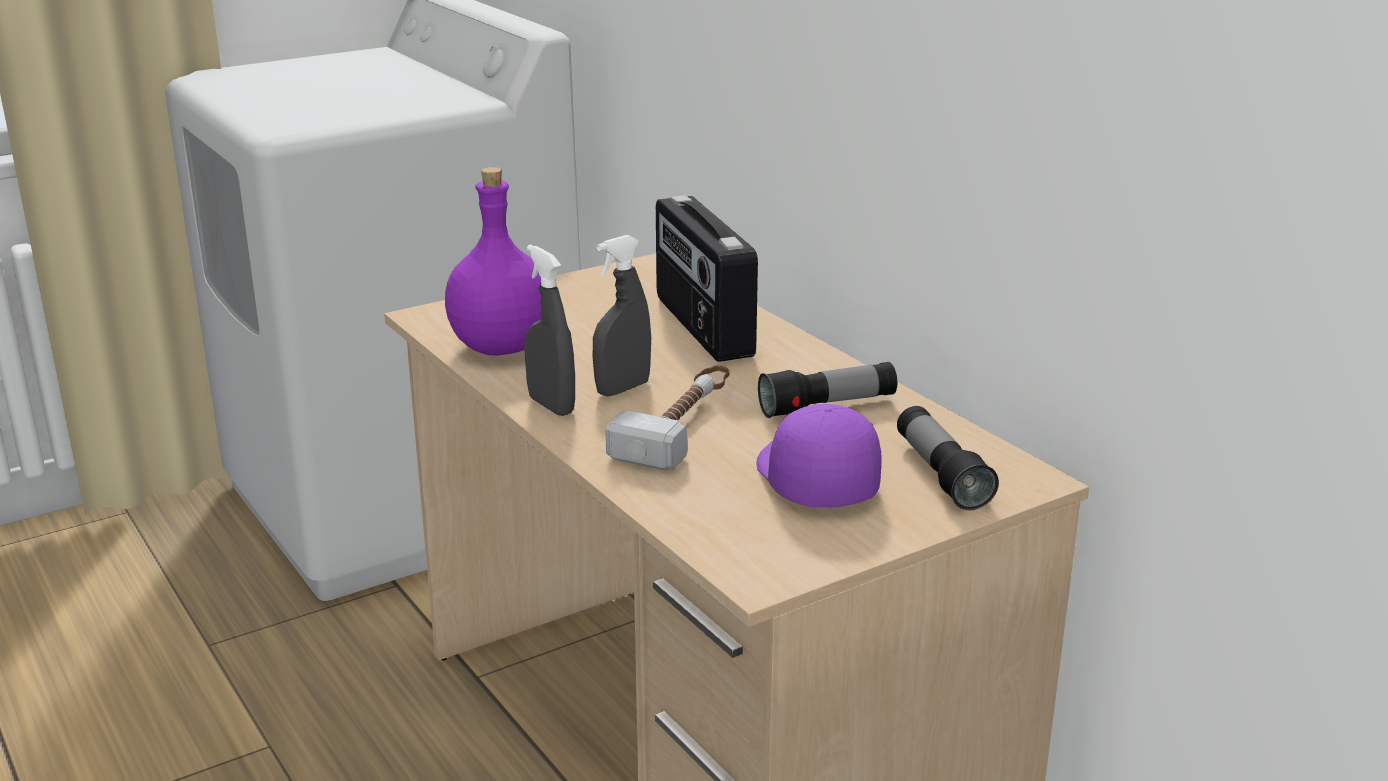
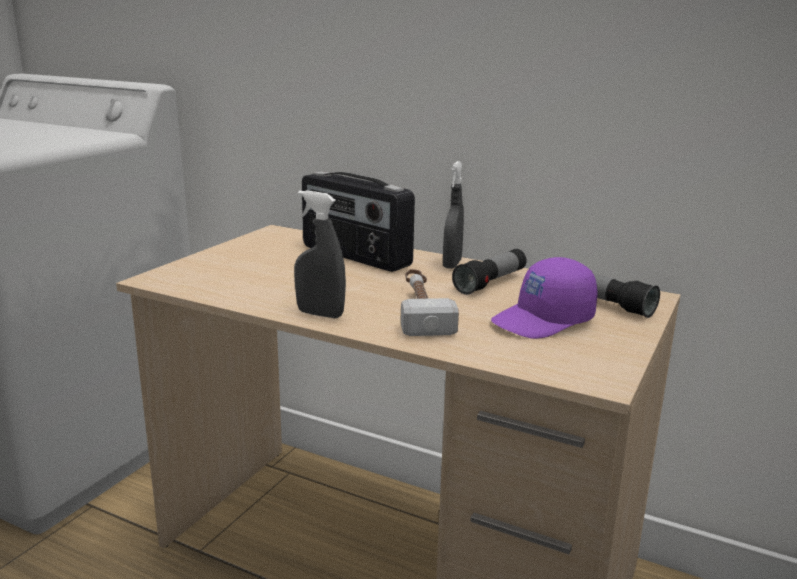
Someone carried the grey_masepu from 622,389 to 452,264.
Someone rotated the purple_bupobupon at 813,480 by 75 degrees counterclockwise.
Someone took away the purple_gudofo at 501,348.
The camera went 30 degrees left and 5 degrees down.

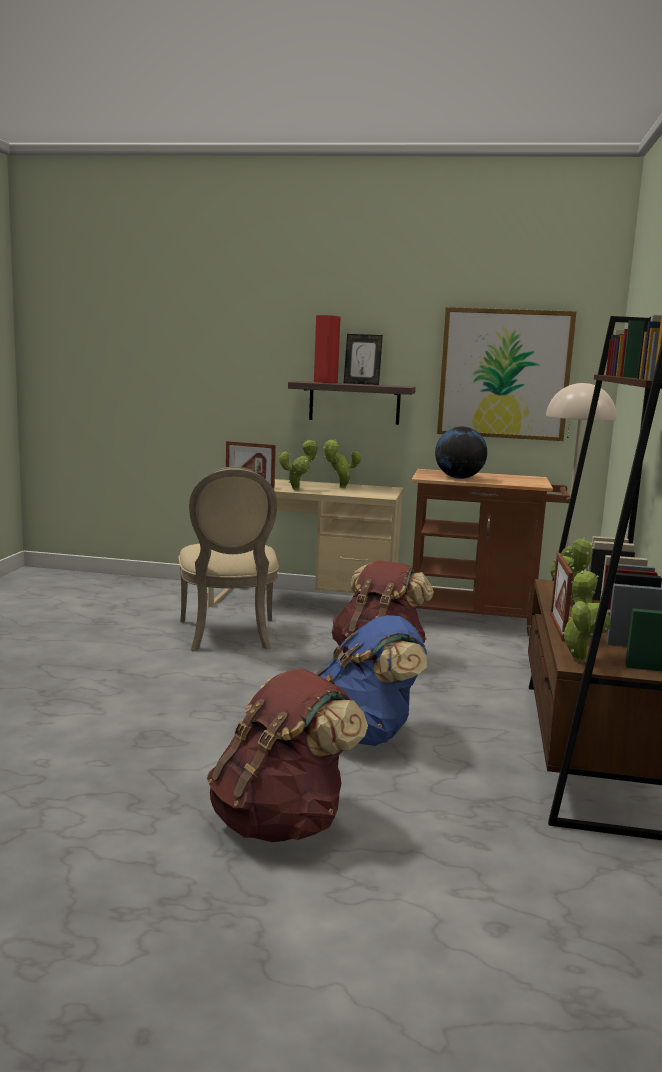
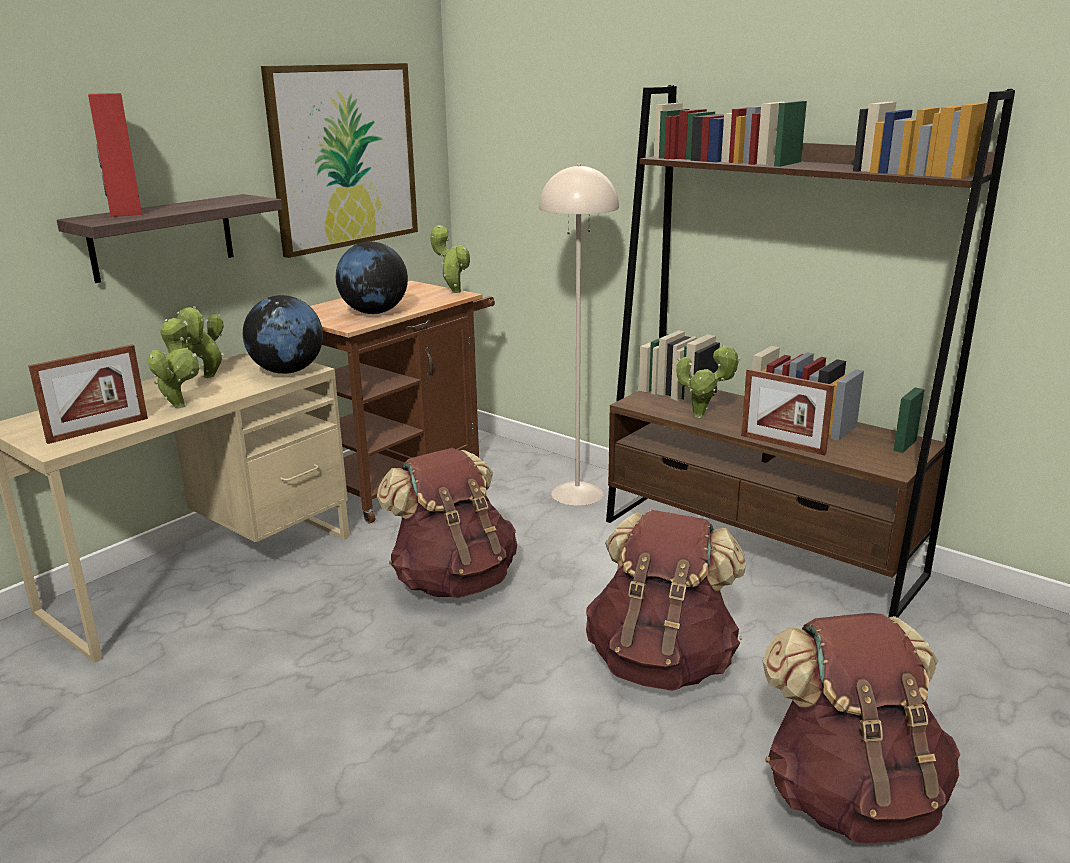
Someone put down the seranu at 287,371.
Someone carried the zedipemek from 579,659 to 454,291.
Someone repainted the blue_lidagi at 365,735, which became the brown_lidagi at 661,663.
Someone took away the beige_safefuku at 228,636.
Someone took away the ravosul at 361,383.
The camera went 60 degrees left and 10 degrees up.

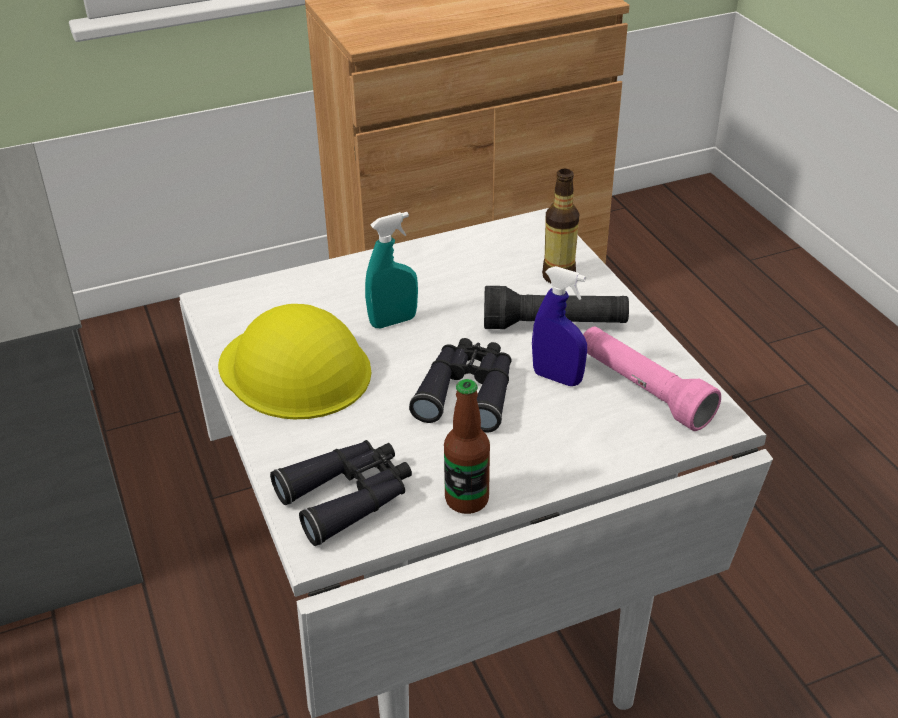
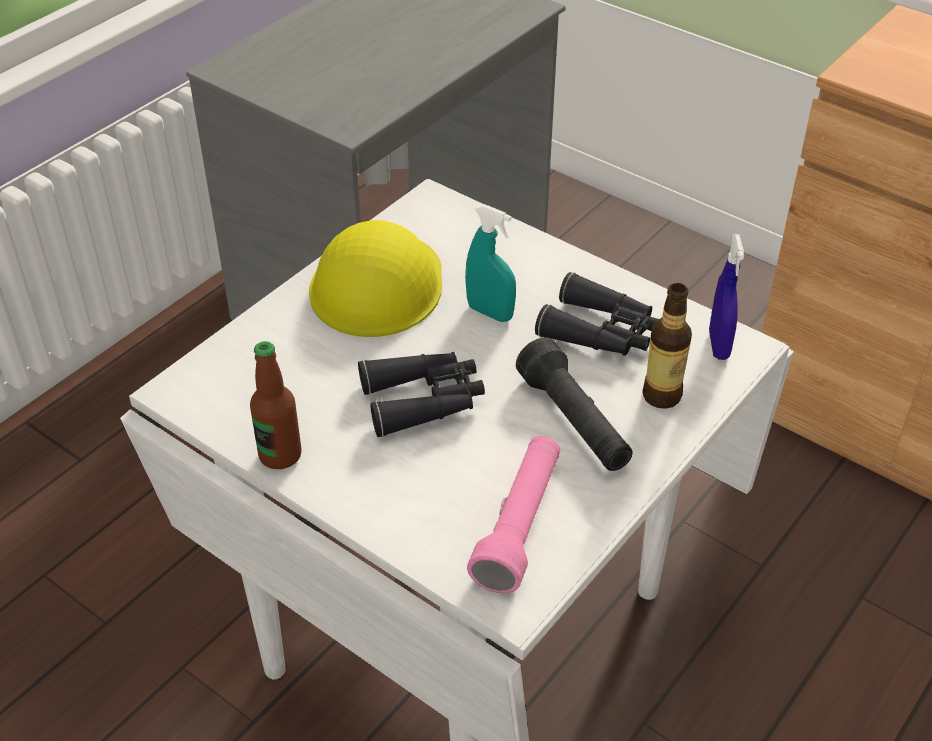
Someone carried the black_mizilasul from 348,497 to 601,332.
Someone carried the blue_masepu from 557,378 to 718,345.
The camera went 60 degrees right and 5 degrees up.

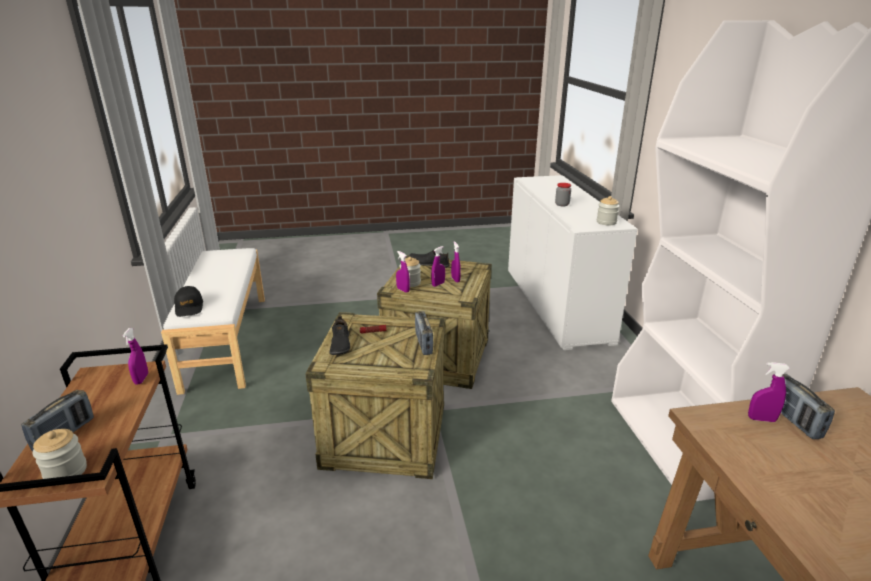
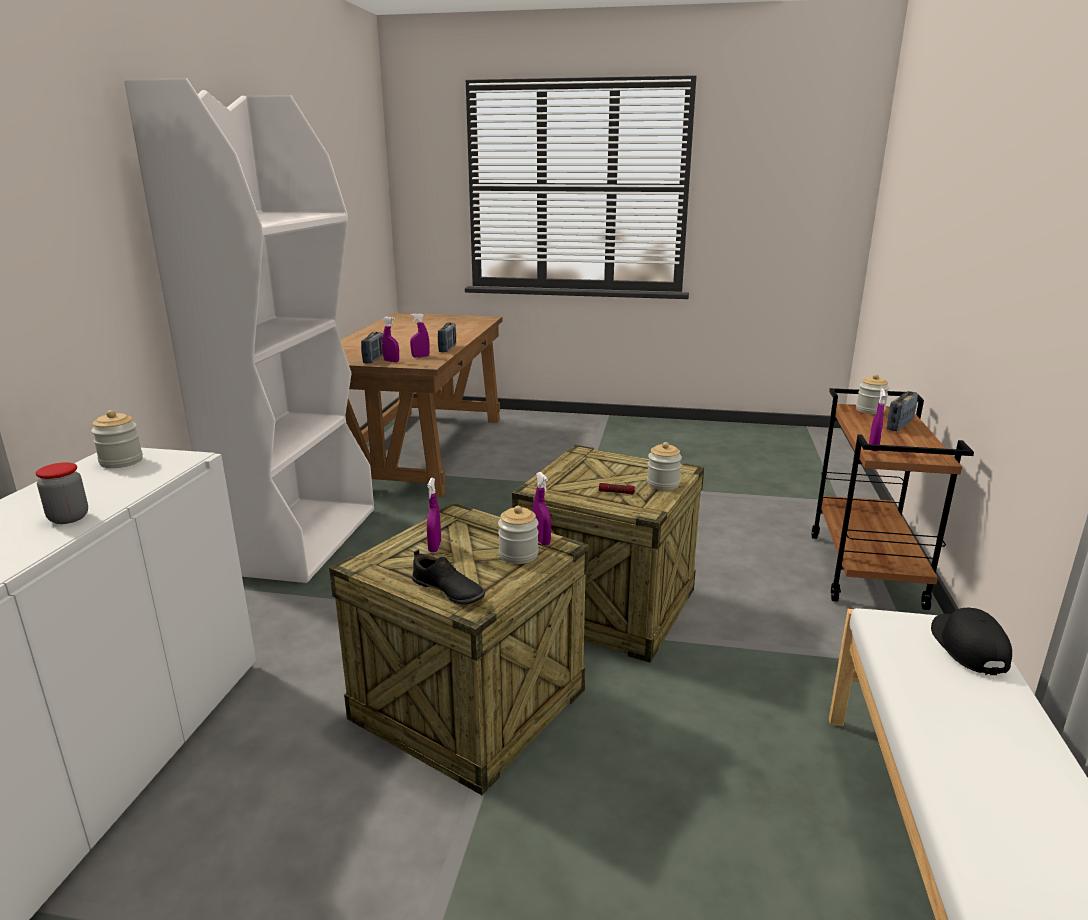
Someone carried the purple_masepu from 438,284 to 420,356.
Someone carried the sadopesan from 423,344 to 447,348.
Someone swapped the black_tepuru at 339,344 for the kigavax at 663,484.
The camera went 160 degrees left and 5 degrees down.

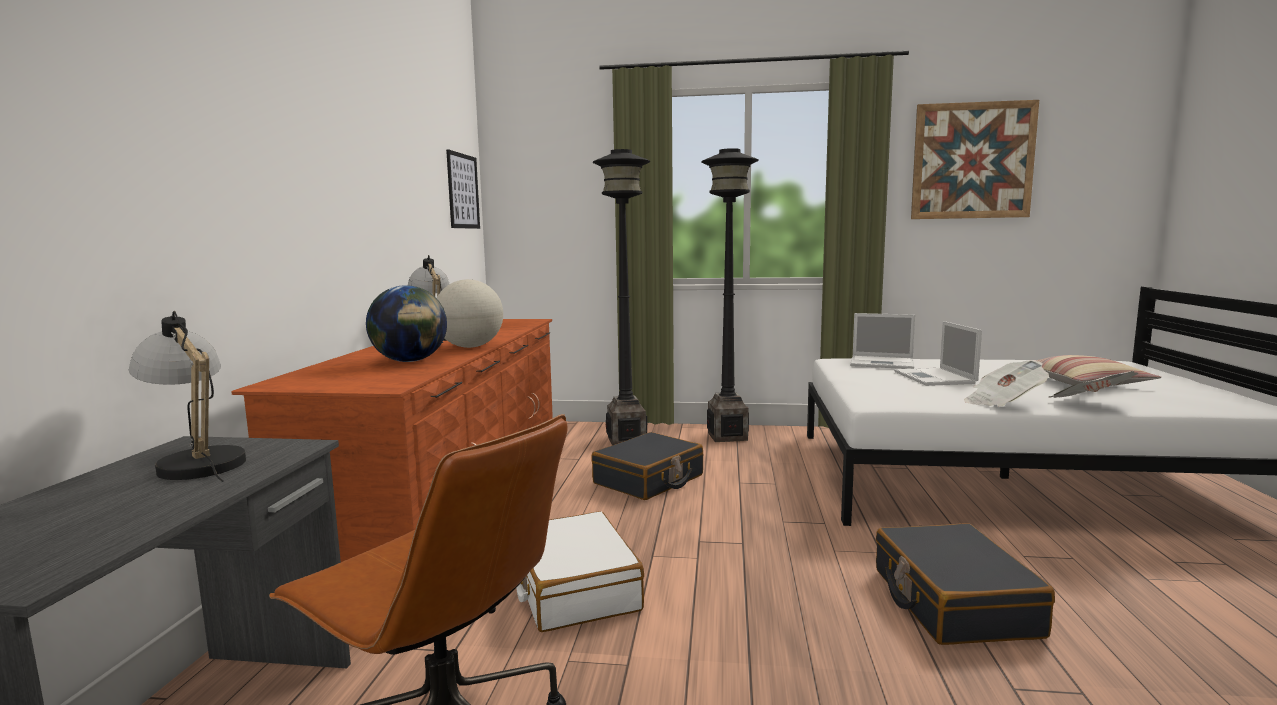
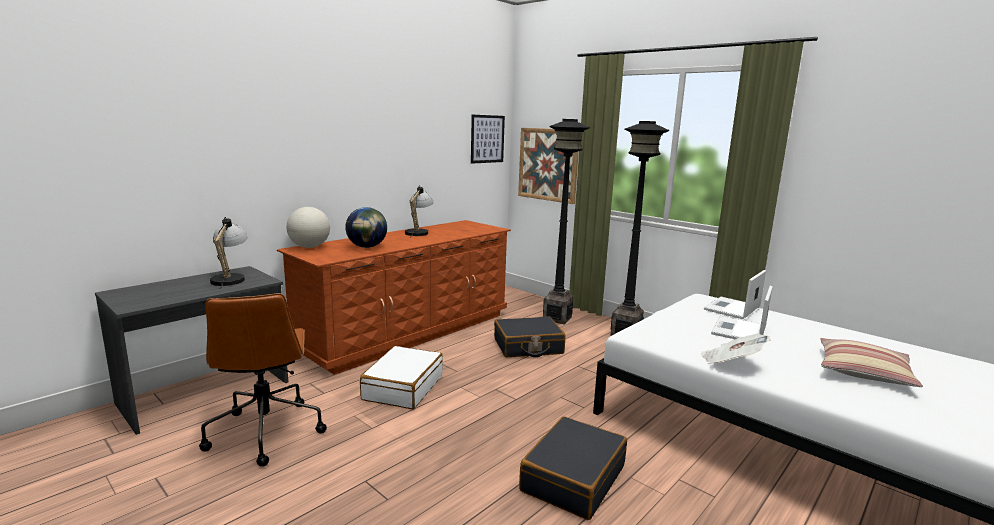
Someone carried the seranu from 470,347 to 309,247.
Someone carried the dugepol from 972,161 to 548,164.
Someone rotated the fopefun at 883,363 by 75 degrees clockwise.
Someone took away the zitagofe at 1089,404.
The camera went 35 degrees right and 5 degrees up.

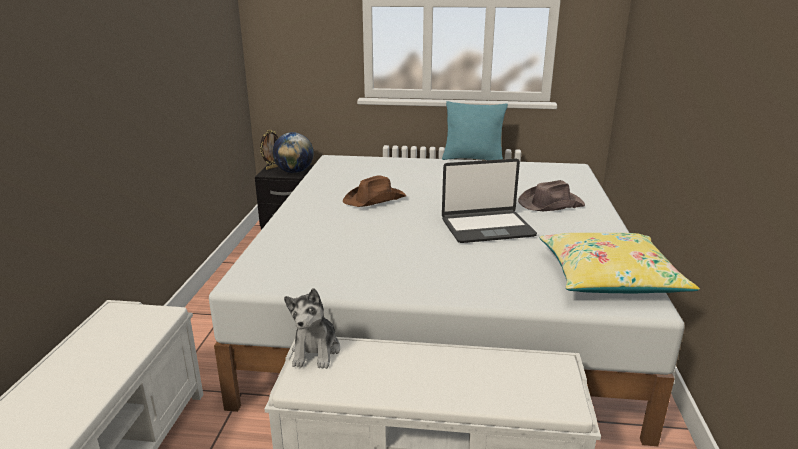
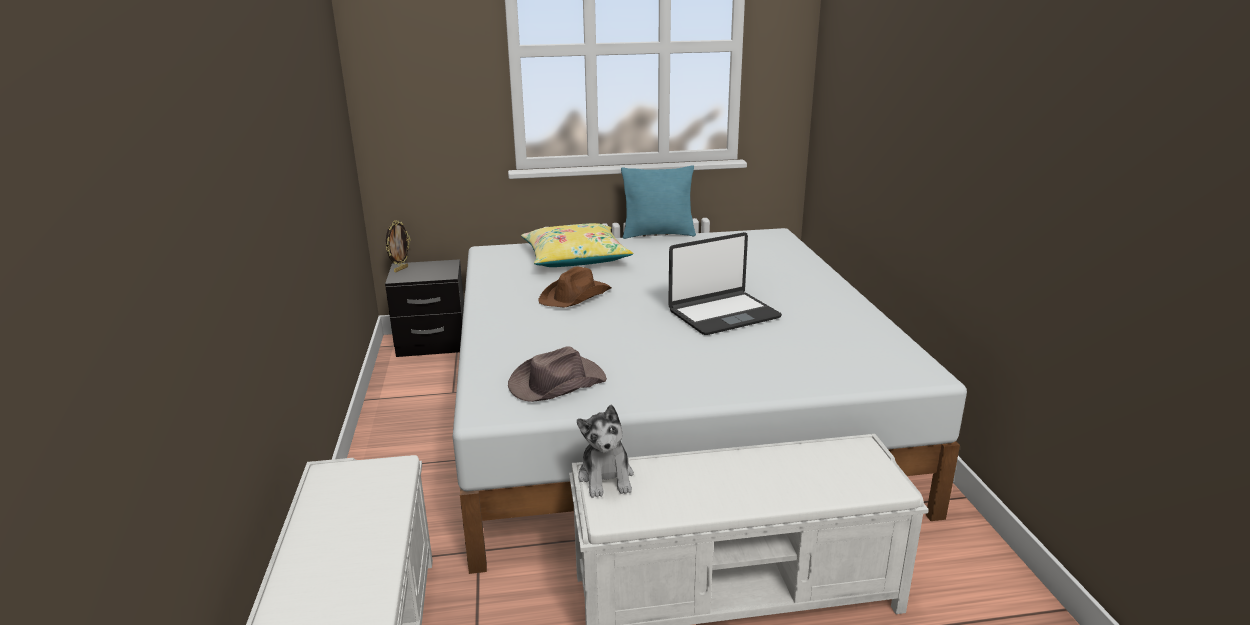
Someone carried the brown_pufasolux from 550,204 to 556,383.
Someone carried the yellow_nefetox from 609,277 to 575,258.
Someone took away the seranu at 294,172.
The camera went 15 degrees left and 0 degrees up.

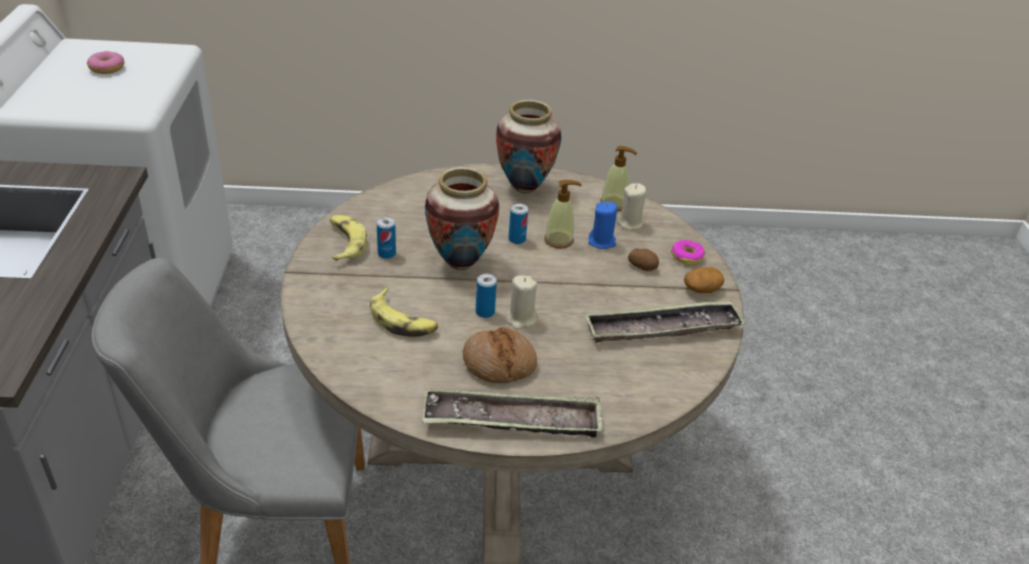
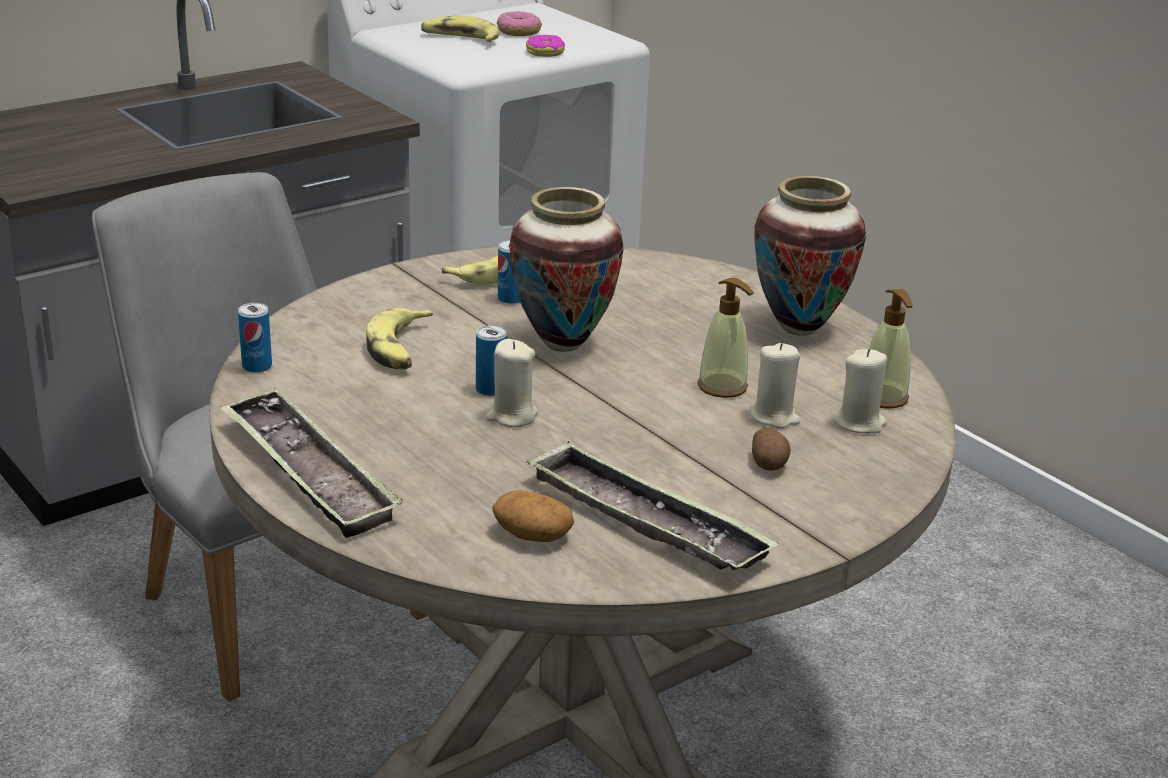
Someone carried the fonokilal from 517,239 to 257,366.
Someone put down the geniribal at 460,39.
Someone carried the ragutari from 701,289 to 531,535.
Someone carried the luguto from 687,257 to 545,52.
Someone repainted the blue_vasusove at 602,242, which became the beige_vasusove at 774,417.
Someone took away the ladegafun at 499,363.
The camera went 55 degrees right and 10 degrees down.

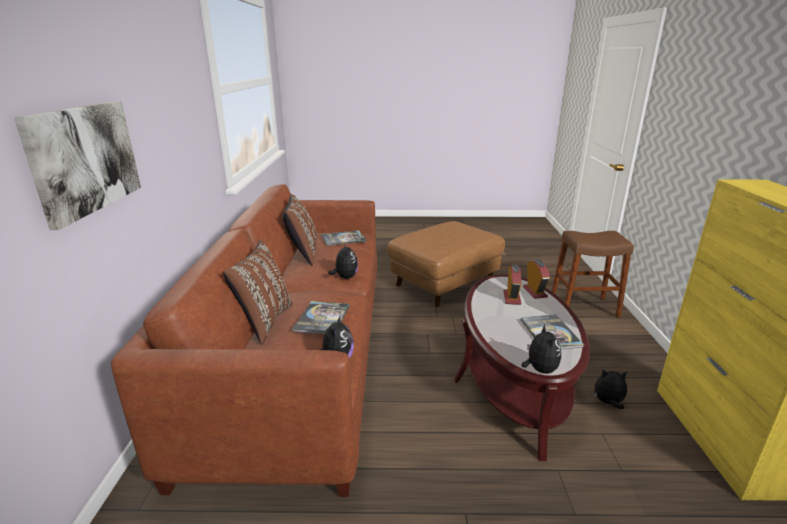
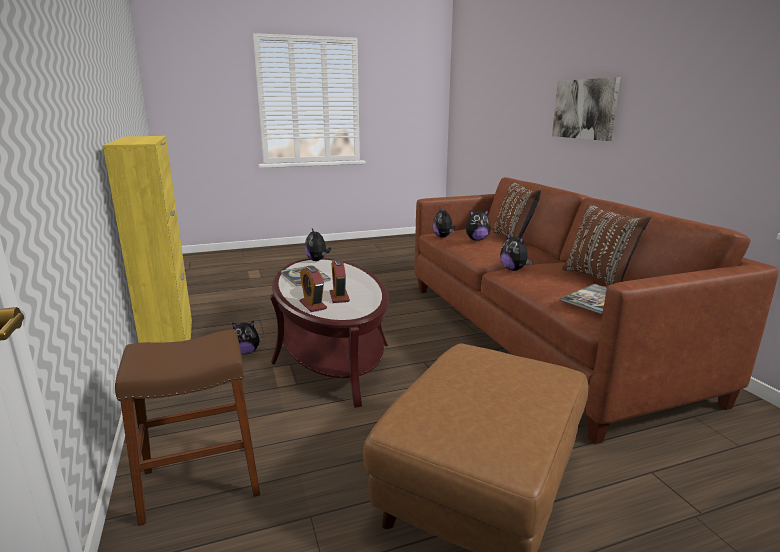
Someone swapped the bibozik at 322,318 for the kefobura at 476,240.
The camera went 160 degrees right and 5 degrees down.

